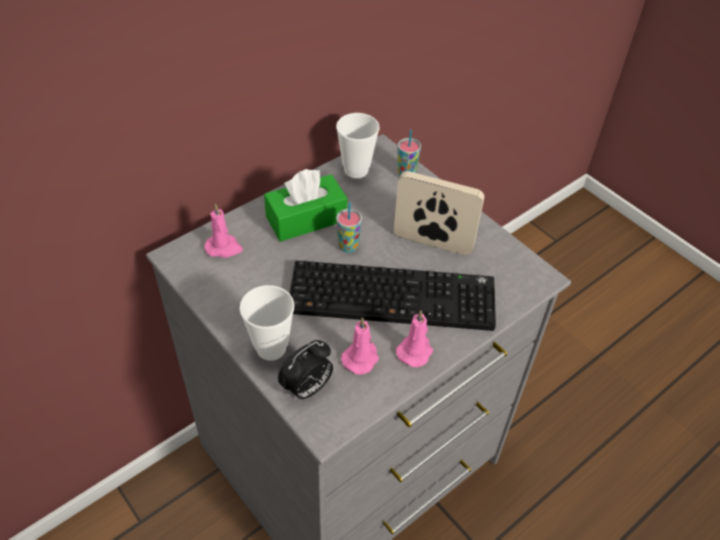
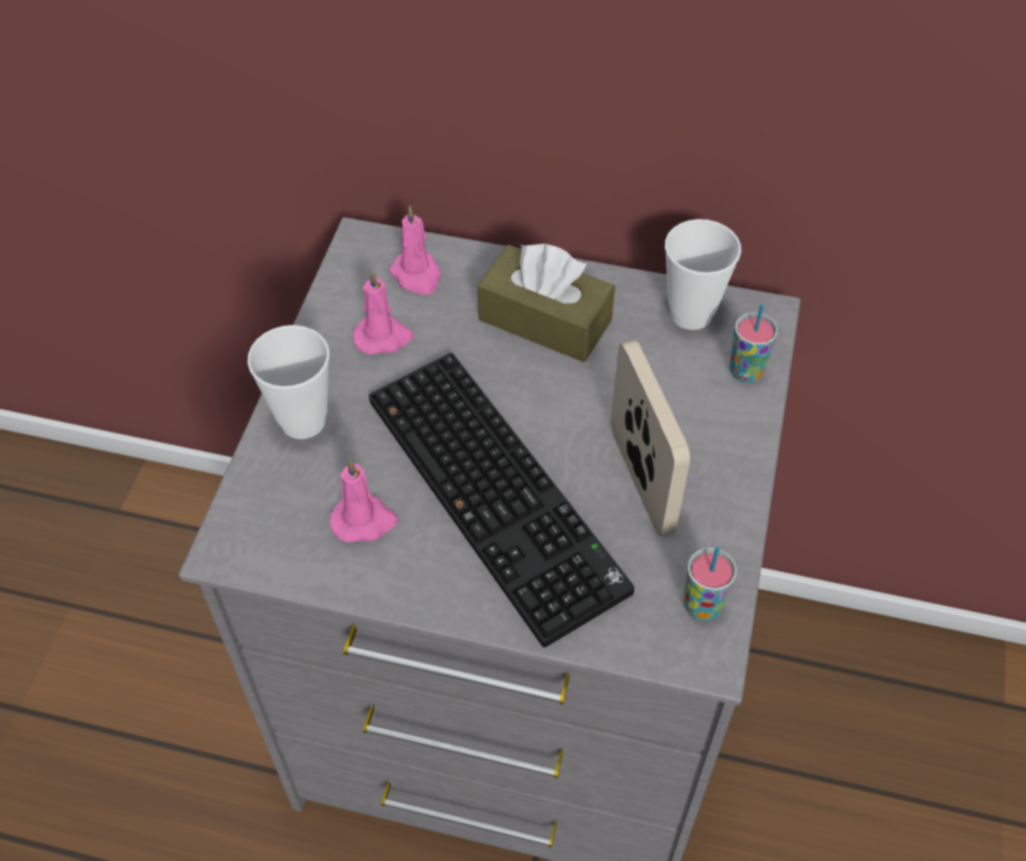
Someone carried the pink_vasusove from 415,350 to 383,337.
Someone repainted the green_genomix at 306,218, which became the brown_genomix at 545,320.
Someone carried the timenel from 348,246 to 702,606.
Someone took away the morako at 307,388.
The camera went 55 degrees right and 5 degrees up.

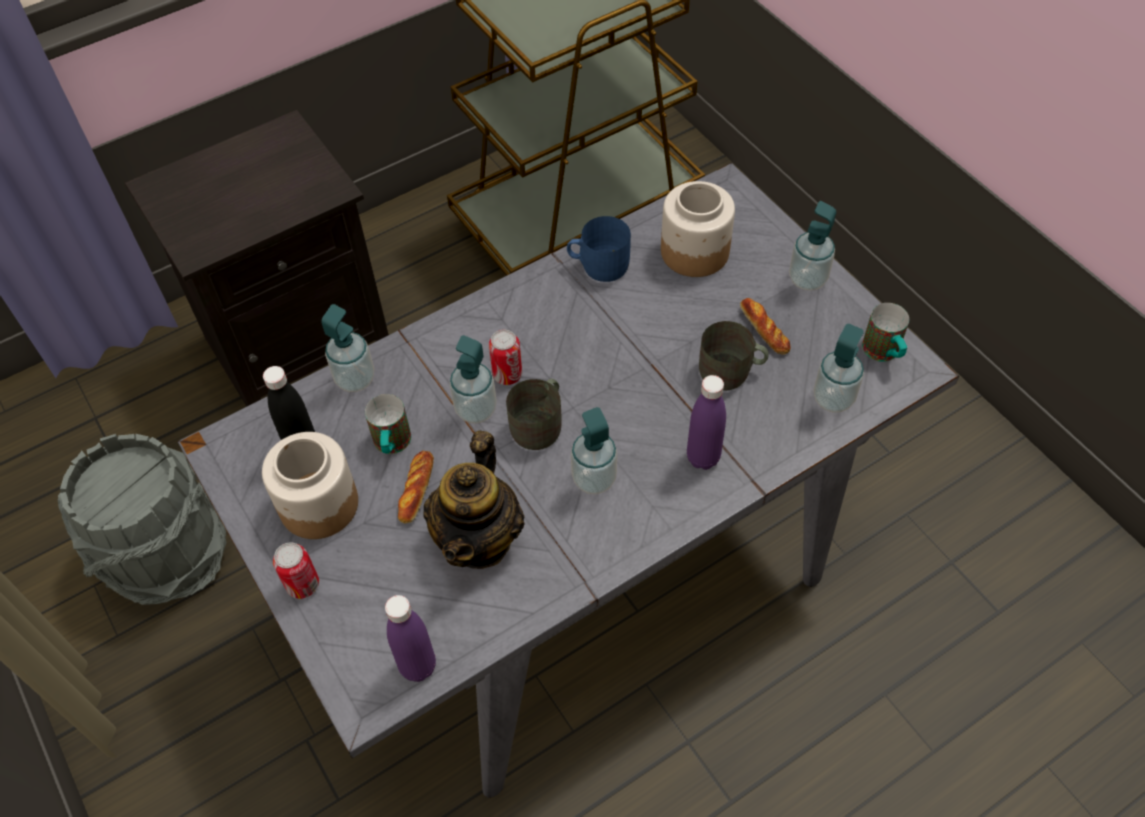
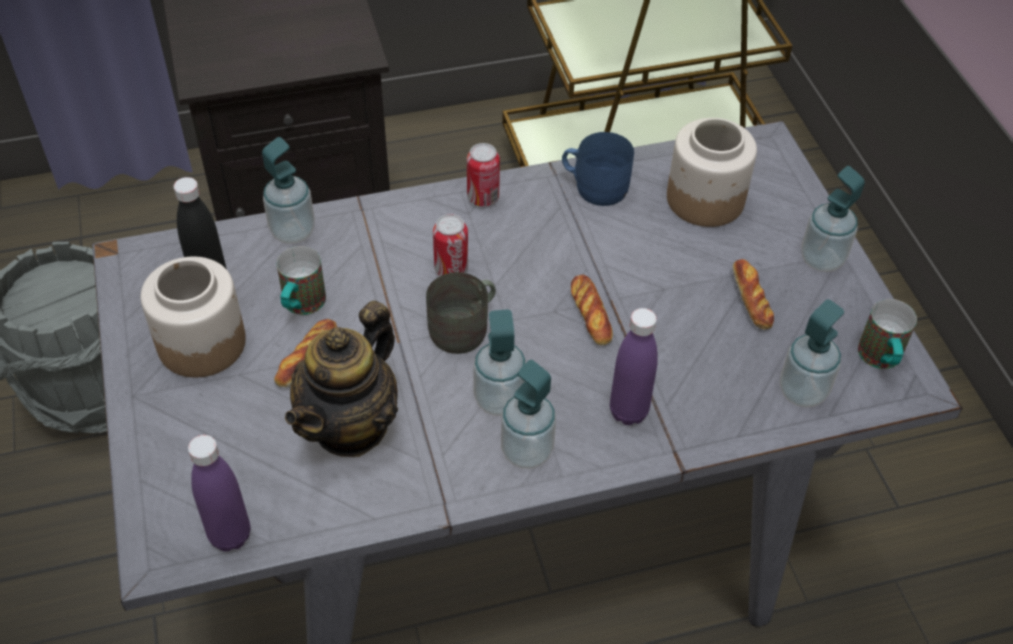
Someone carried the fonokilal from 303,585 to 483,197.
Someone carried the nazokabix from 476,409 to 526,451.
Someone put down the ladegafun at 591,313.
Someone took away the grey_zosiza at 731,372.
The camera went 15 degrees right and 5 degrees down.

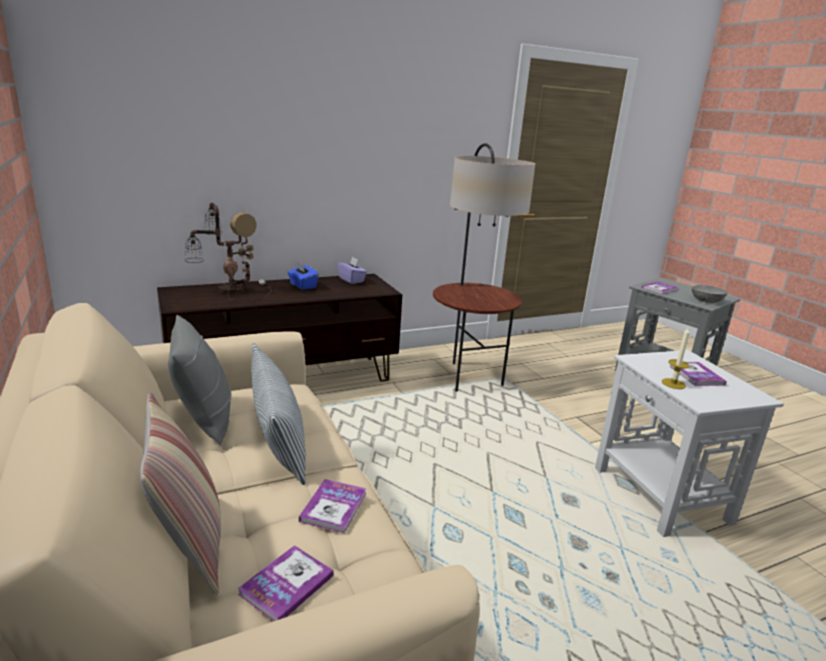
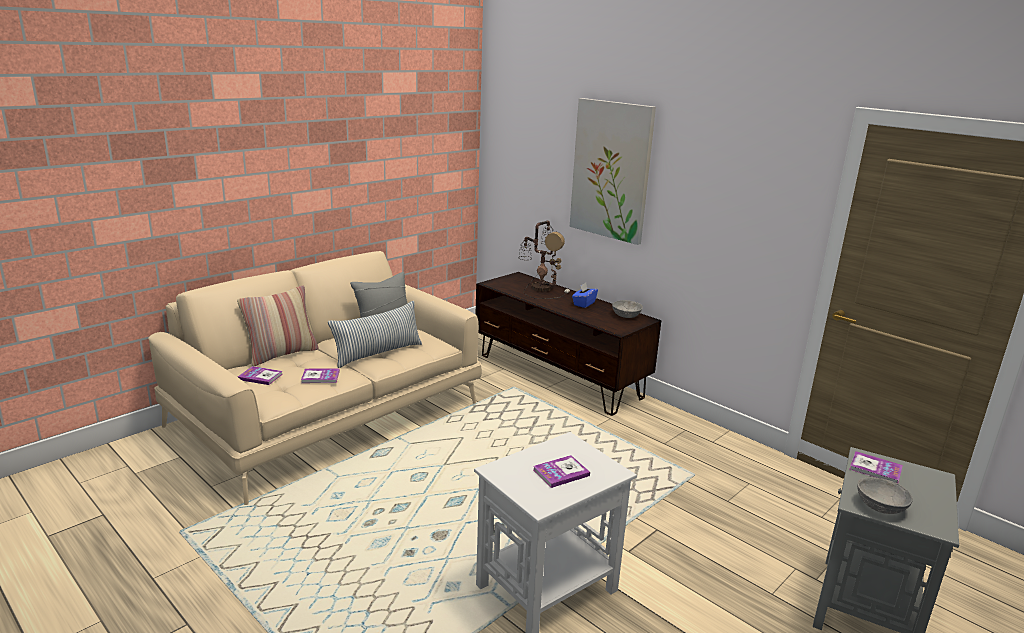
Someone put up the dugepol at 611,170.
Someone swapped the purple_genomix at 351,280 for the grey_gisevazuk at 626,315.
Someone took away the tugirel at 467,377.
Someone took away the vasusove at 673,383.
The camera went 70 degrees right and 0 degrees up.

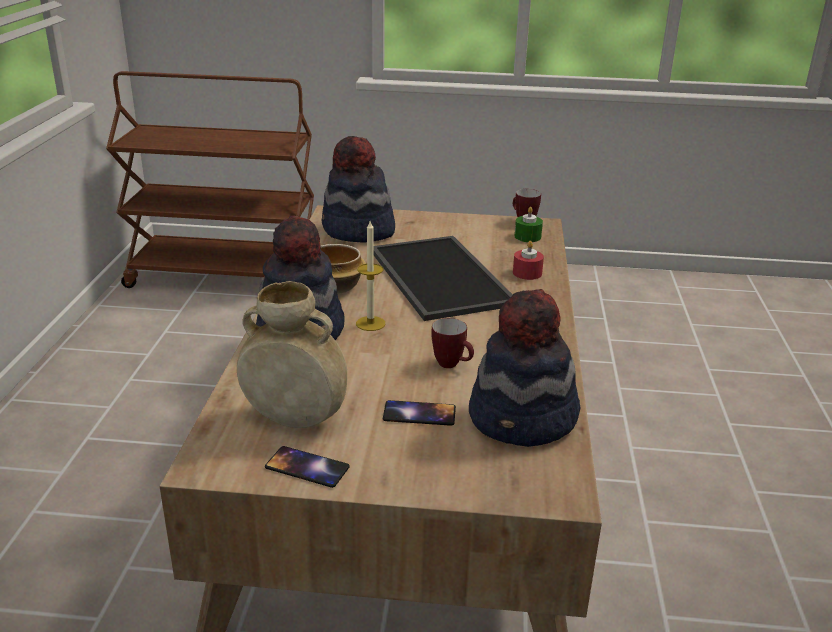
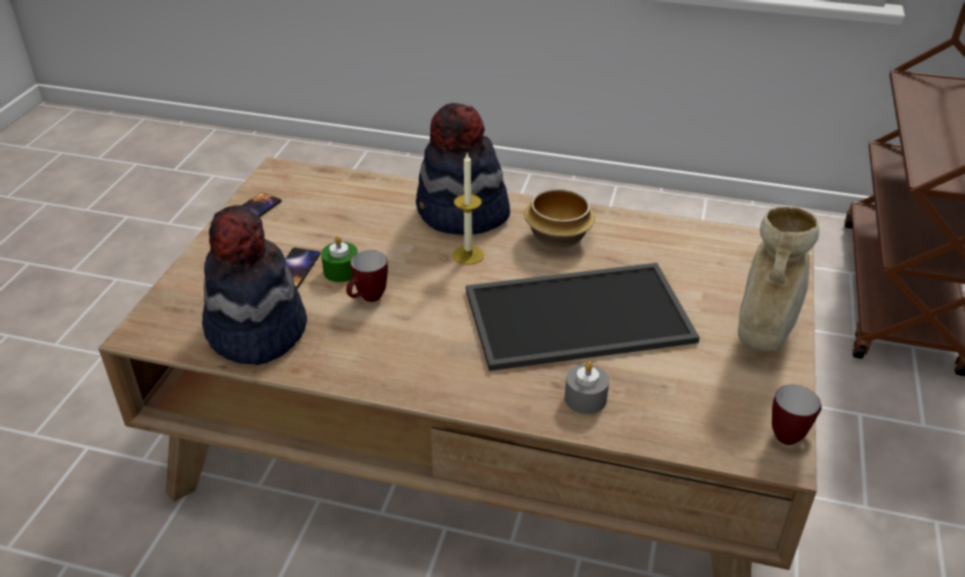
Someone carried the green_vasusove from 527,237 to 341,271.
Someone repainted the red_vasusove at 527,273, which became the grey_vasusove at 585,398.
Someone carried the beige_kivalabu from 296,419 to 763,337.
Someone took away the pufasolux at 358,231.
The camera went 100 degrees right and 10 degrees up.

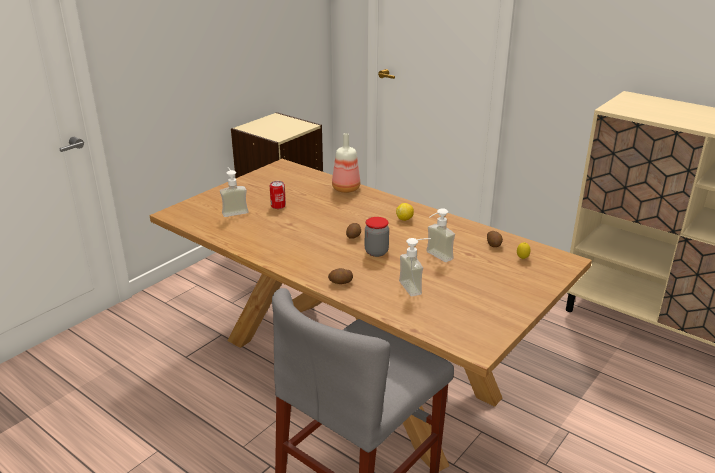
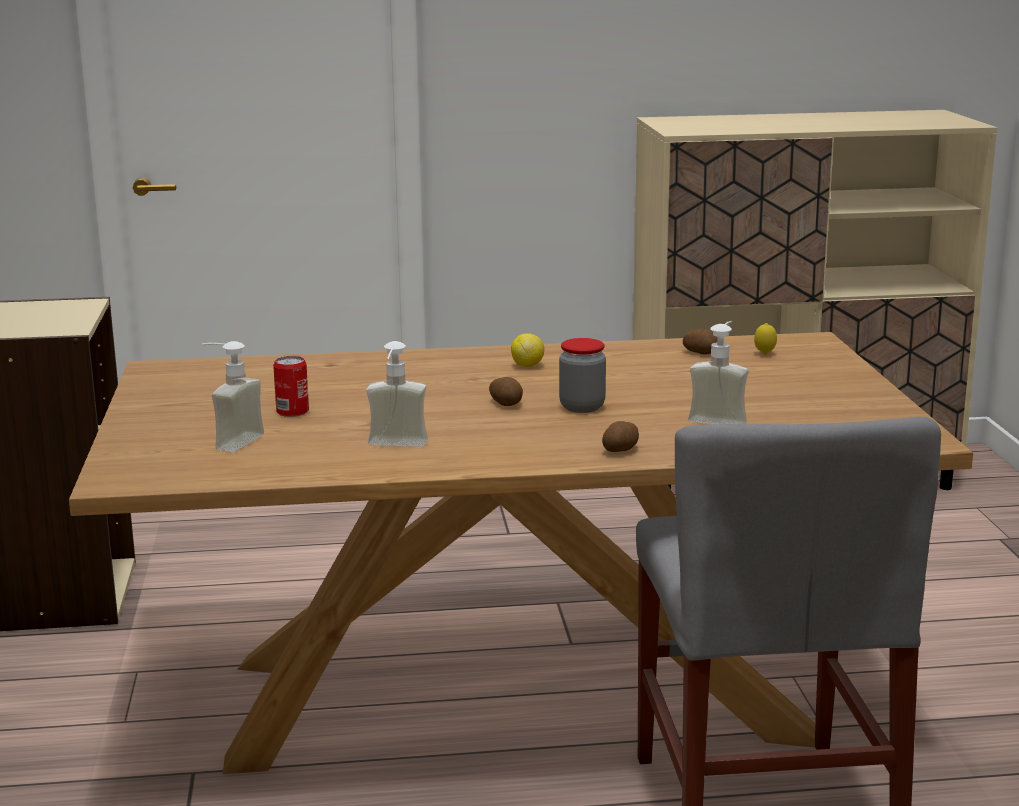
Someone carried the nazokabix from 435,257 to 396,447.
Someone took away the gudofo at 345,189.
The camera went 45 degrees left and 10 degrees down.

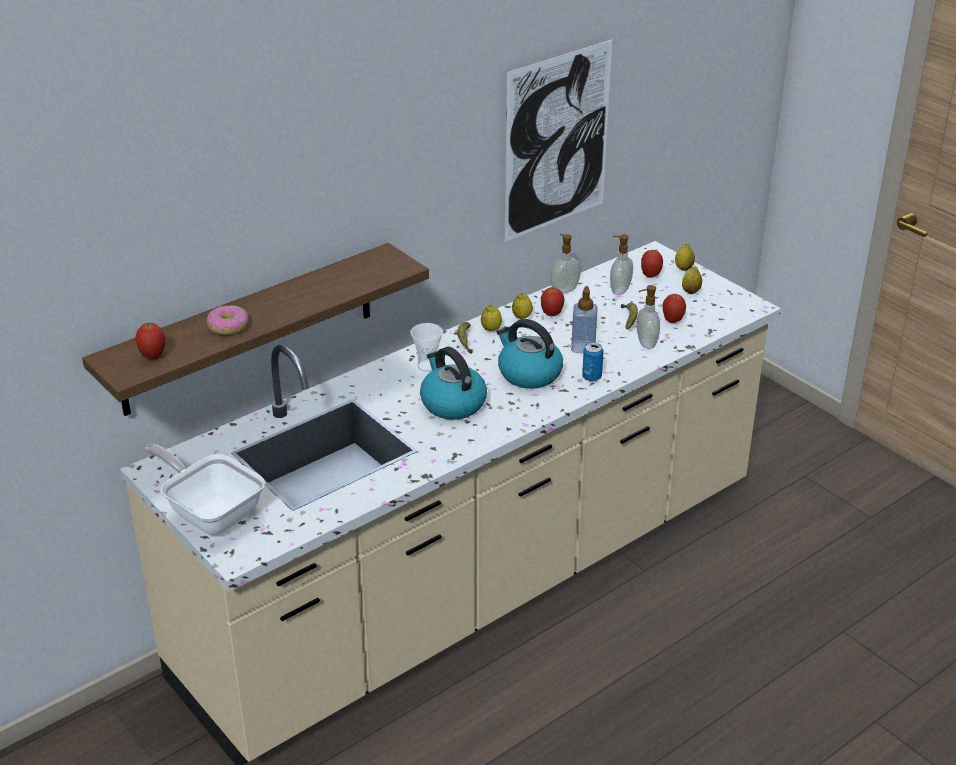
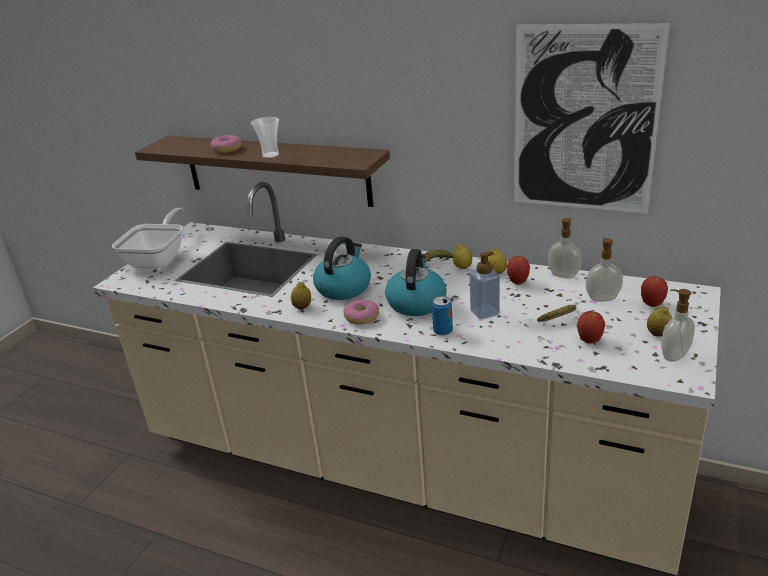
Someone carried the timenel from 427,366 to 270,155.
Someone carried the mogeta from 683,268 to 302,307.
Someone put down the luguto at 362,317.
Someone carried the nazokabix from 645,343 to 673,355.
Someone took away the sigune at 153,356.
The camera went 65 degrees right and 5 degrees down.

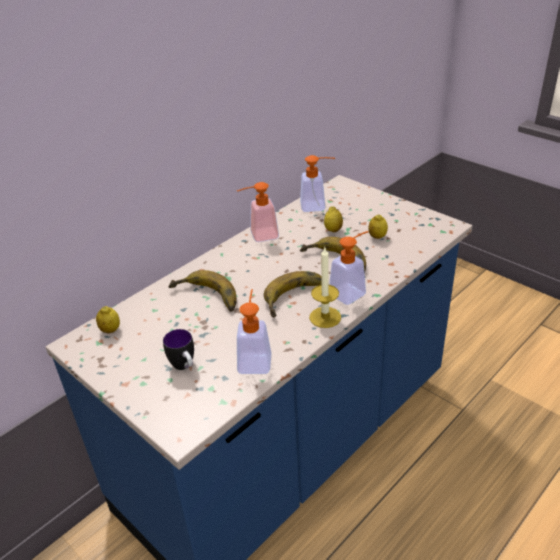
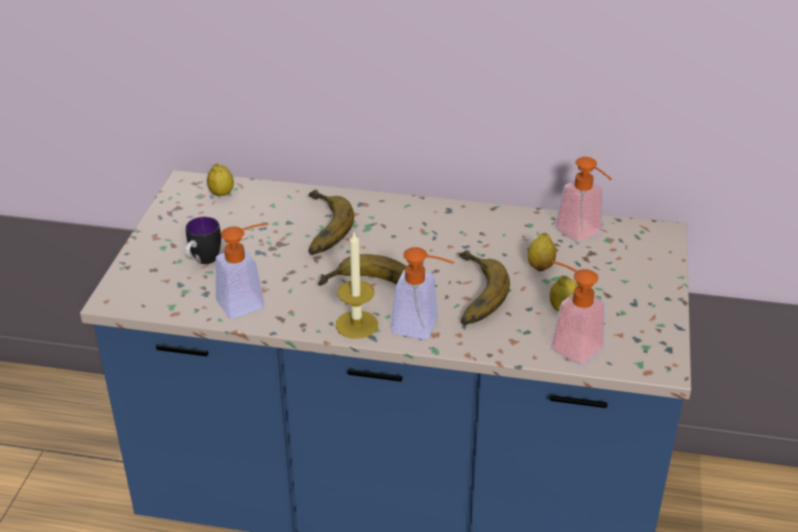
Someone carried the nazokabix from 259,236 to 569,345.
The camera went 55 degrees right and 0 degrees up.

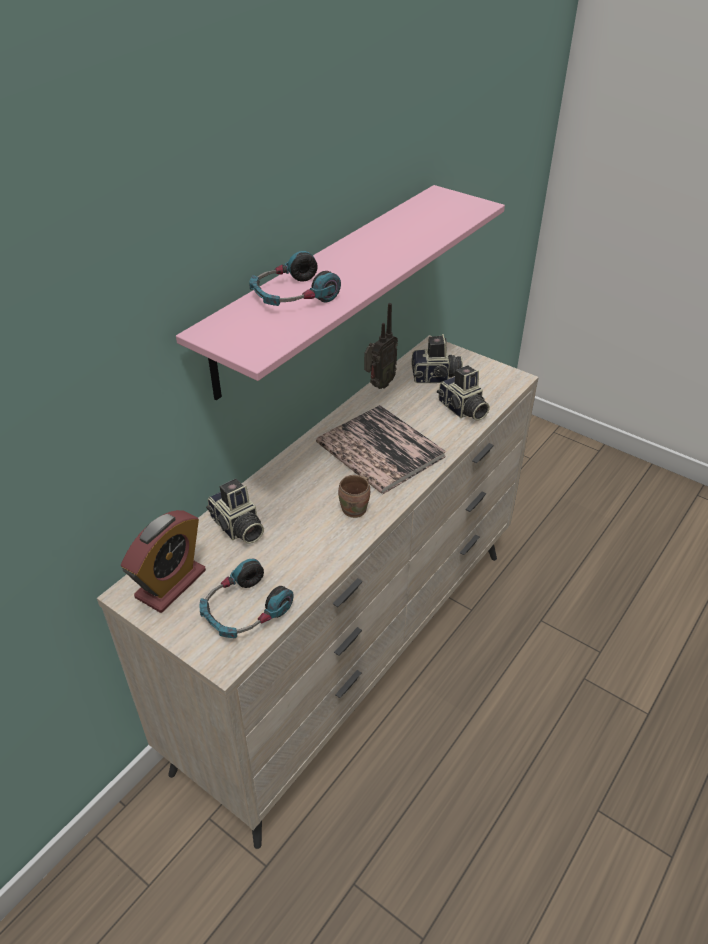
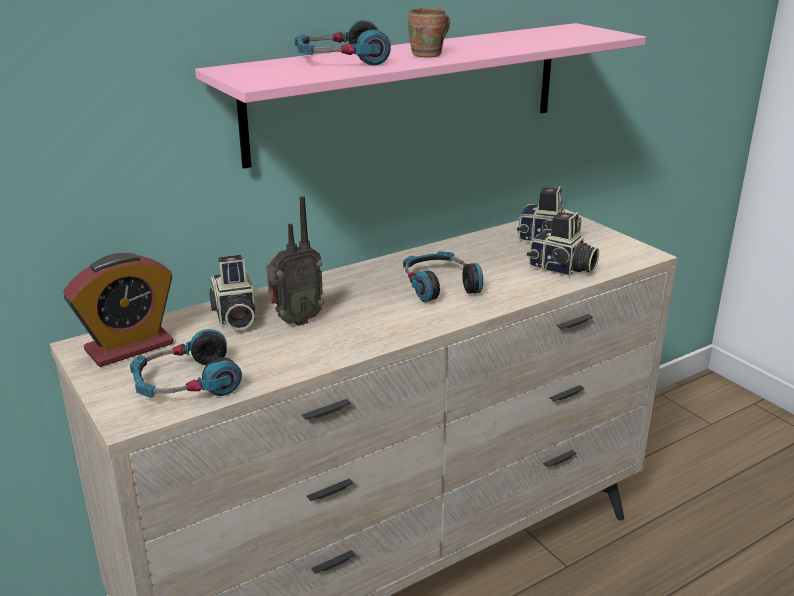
Someone carried the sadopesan from 378,385 to 295,321.
Someone swapped the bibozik at 380,450 for the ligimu at 439,285.
Someone carried the brown_zosiza from 356,509 to 429,55.
Someone rotated the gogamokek at 462,409 by 45 degrees counterclockwise.
The camera went 20 degrees right and 15 degrees down.

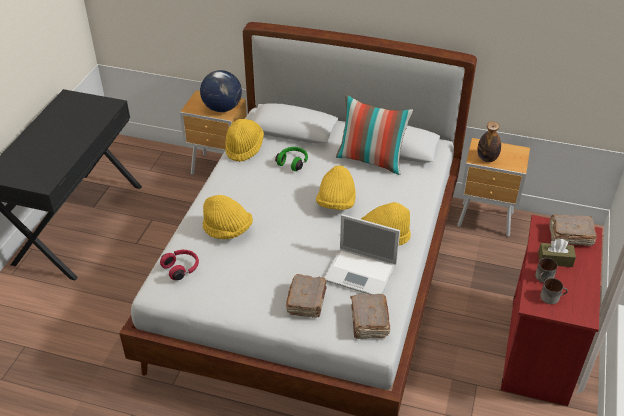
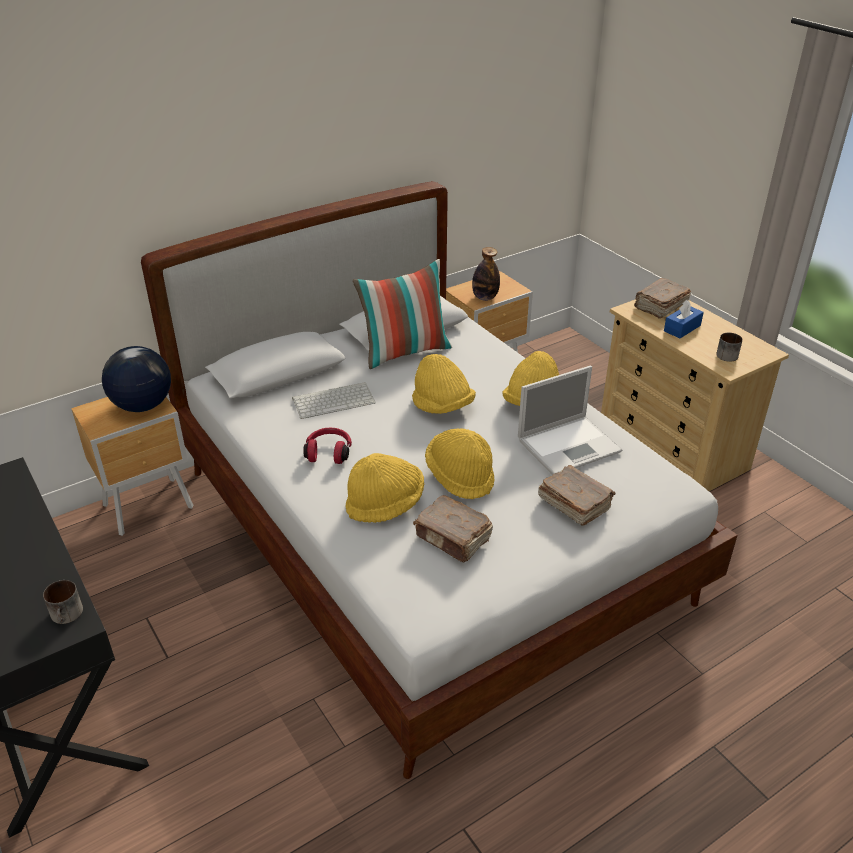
Someone carried the zosiza from 543,278 to 67,615.
Someone swapped the green_ligimu at 293,162 for the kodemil at 334,400.
Someone carried the red_ligimu from 181,268 to 329,452.
Someone carried the brown_bibozik from 369,322 to 453,538.
Someone carried the yellow_pufasolux from 244,148 to 460,476.
Someone repainted the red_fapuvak at 538,349, which became the beige_fapuvak at 672,446.
Someone repainted the brown_genomix at 555,259, which became the blue_genomix at 682,328.
The camera went 50 degrees left and 5 degrees down.

